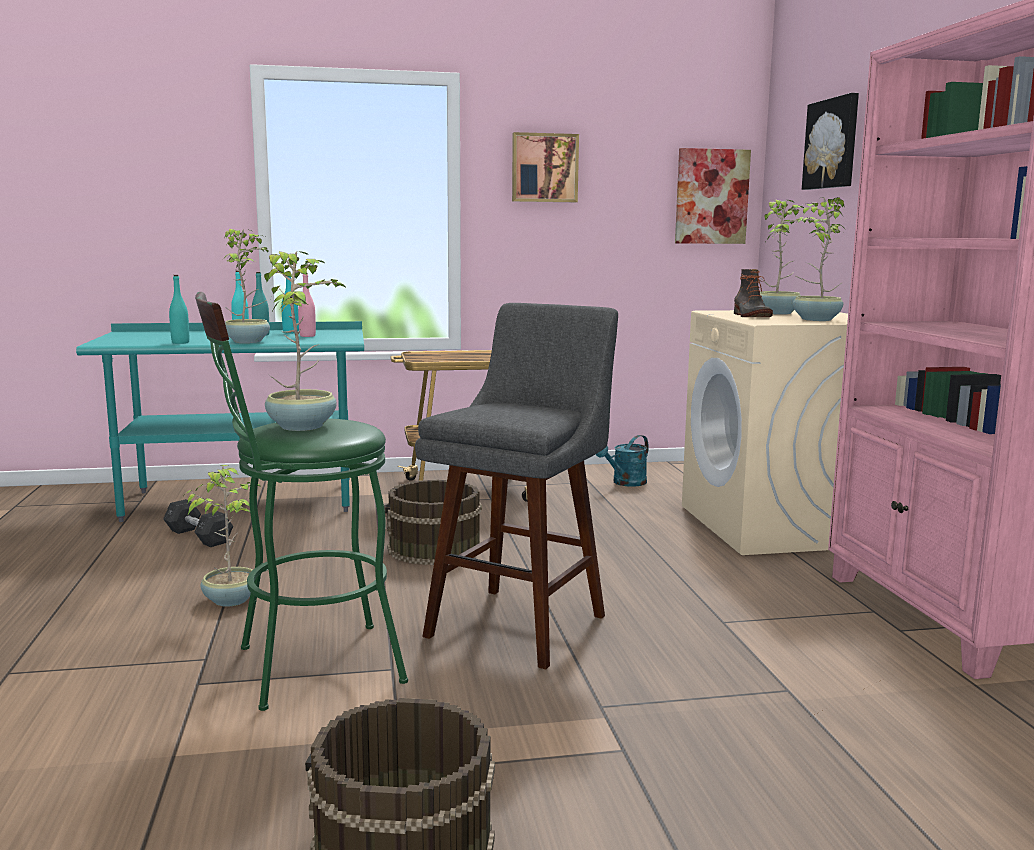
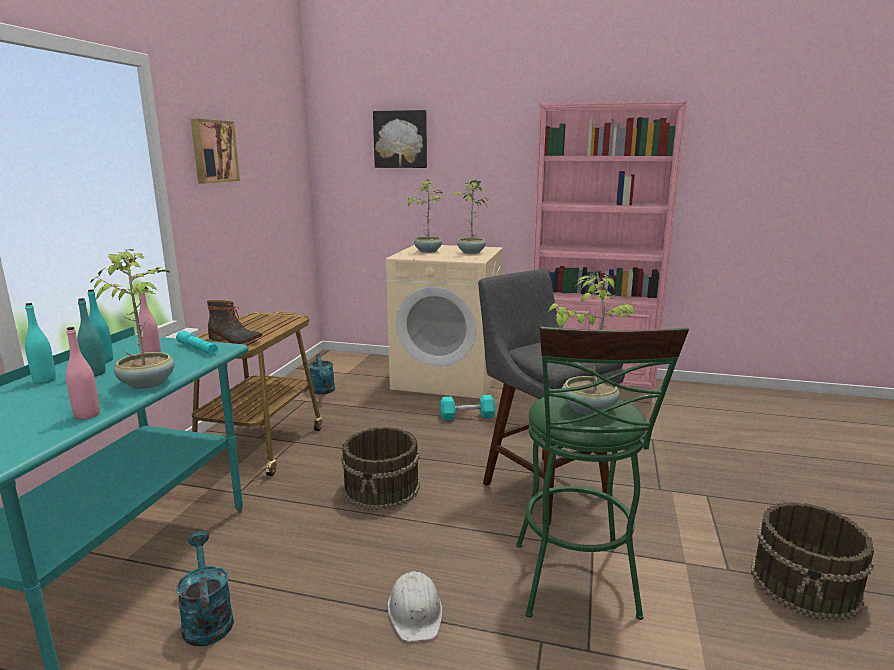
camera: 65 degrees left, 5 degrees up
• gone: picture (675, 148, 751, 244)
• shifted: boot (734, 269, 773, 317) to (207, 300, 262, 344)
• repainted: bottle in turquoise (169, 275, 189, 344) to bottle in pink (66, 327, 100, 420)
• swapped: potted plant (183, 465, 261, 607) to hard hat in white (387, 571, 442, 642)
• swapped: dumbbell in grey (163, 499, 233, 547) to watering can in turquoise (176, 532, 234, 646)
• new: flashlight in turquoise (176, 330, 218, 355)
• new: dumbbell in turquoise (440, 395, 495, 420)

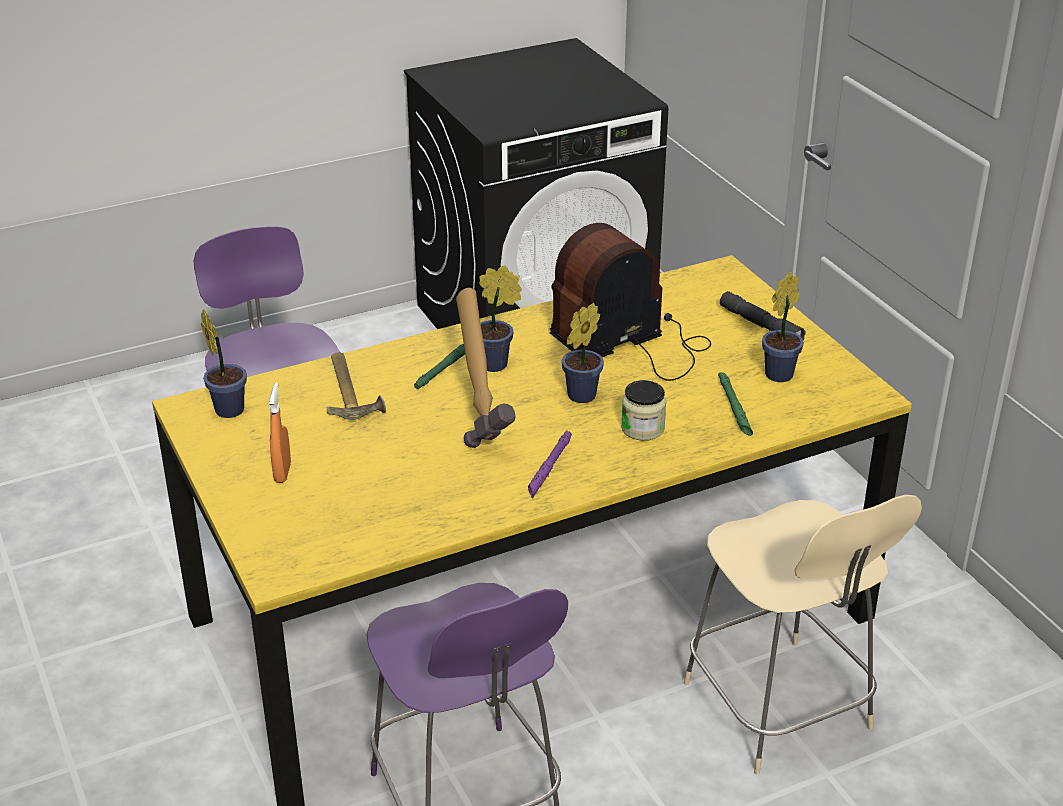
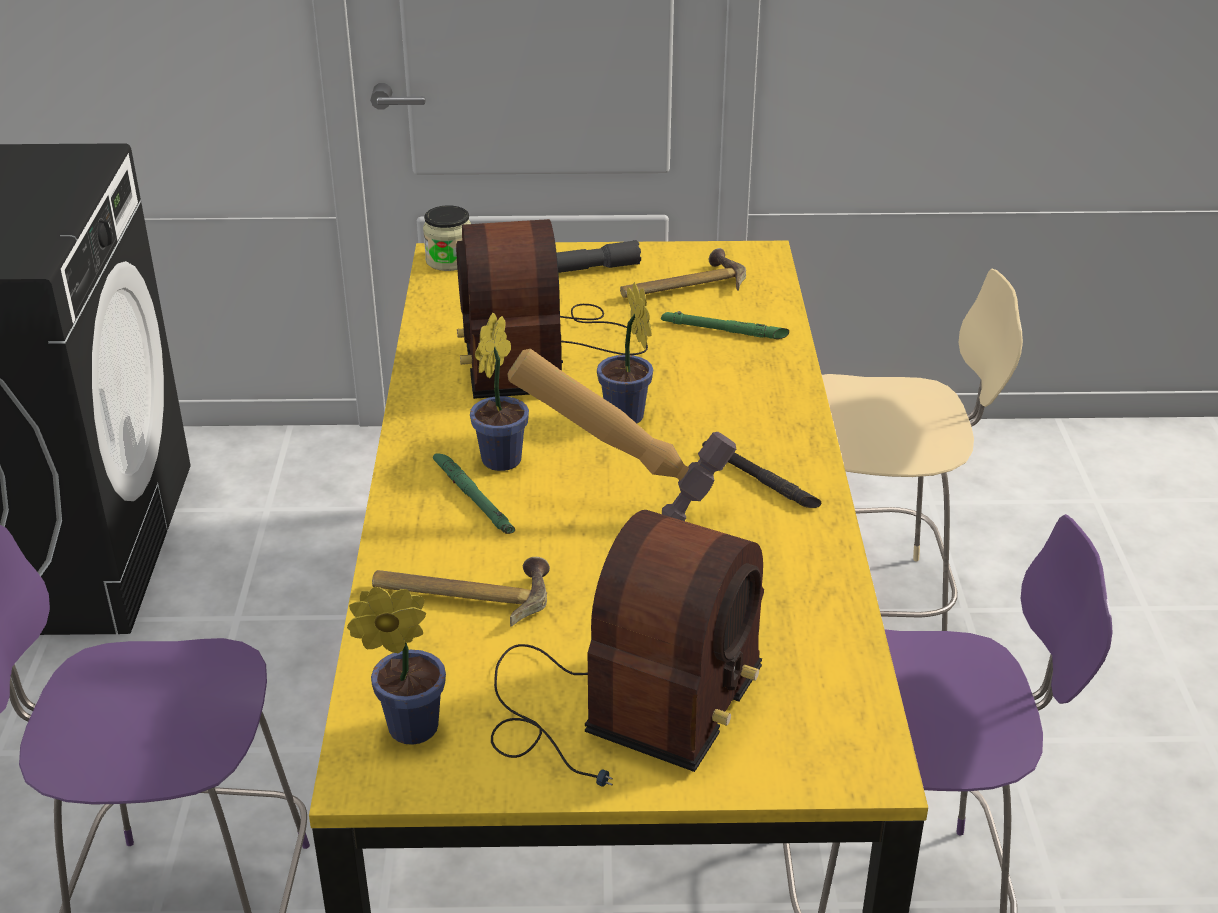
camera: 65 degrees left, 0 degrees up
• swapped: potted plant (762, 272, 804, 382) to hammer (620, 248, 746, 298)
• shifted: jar (621, 380, 666, 441) to (423, 205, 471, 271)
• swapped: spray bottle in orange (269, 383, 291, 483) to radio (491, 510, 764, 787)
• repainted: flashlight in purple (528, 430, 572, 498) to flashlight in black (702, 441, 821, 508)

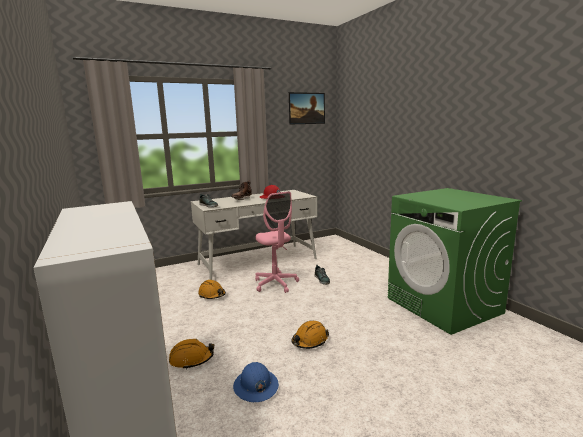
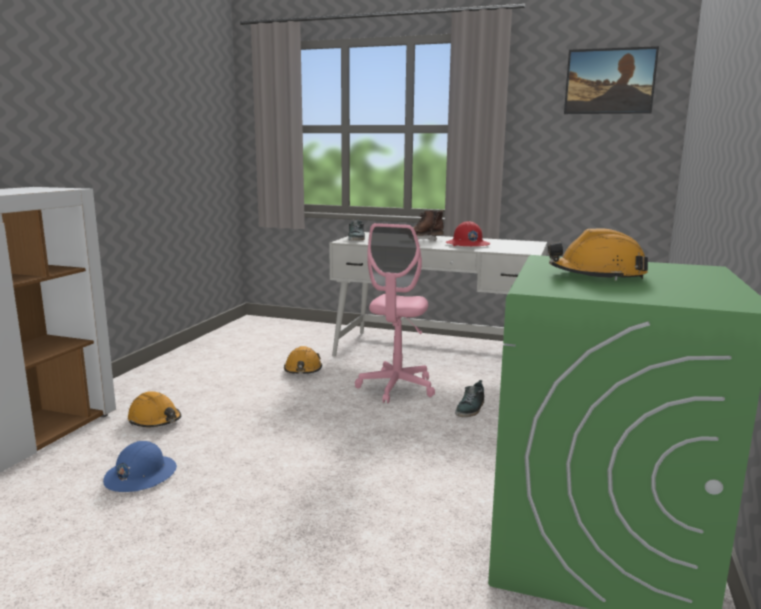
camera: 45 degrees right, 0 degrees up
• shifted: hard hat in orange (291, 321, 329, 349) to (548, 228, 648, 280)

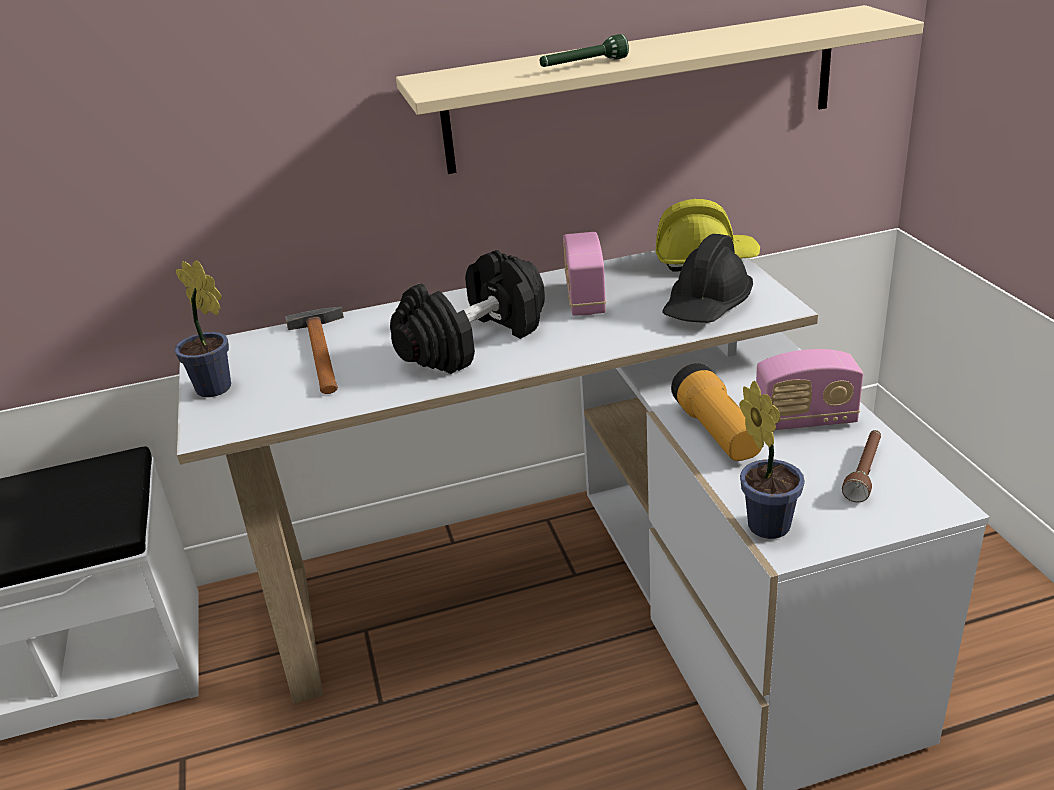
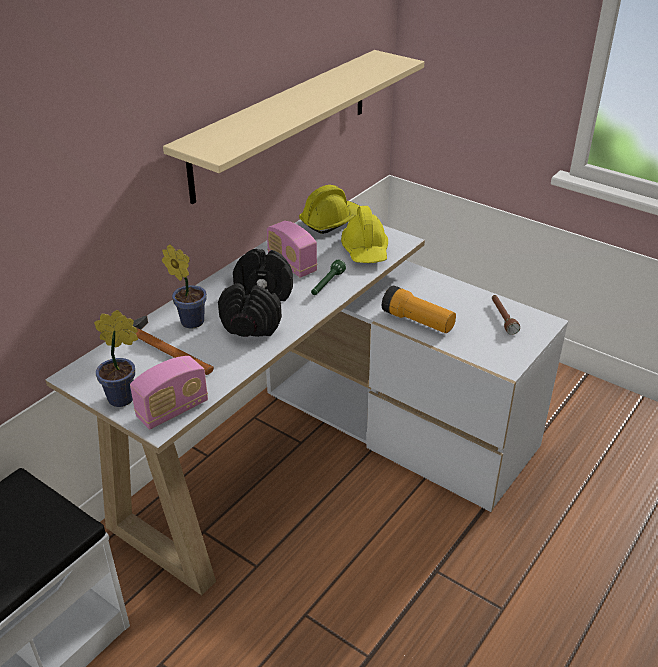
camera: 40 degrees left, 5 degrees up
• shifted: flashlight in green (540, 34, 629, 67) to (311, 259, 346, 295)
• repainted: hard hat in black (662, 234, 753, 323) to hard hat in yellow (341, 206, 388, 263)
• shifted: radio (756, 349, 863, 430) to (130, 356, 208, 429)
• shifted: potted plant (739, 381, 805, 539) to (162, 244, 207, 329)

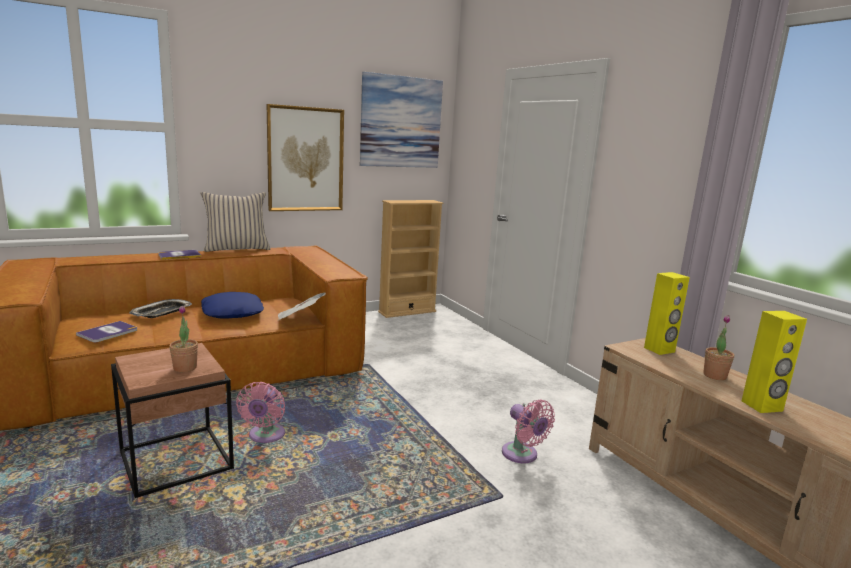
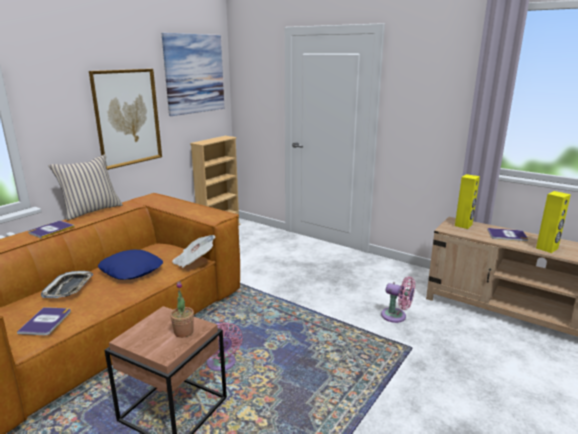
camera: 25 degrees left, 5 degrees up
• swapped: potted plant (703, 315, 734, 380) to book (487, 228, 528, 241)

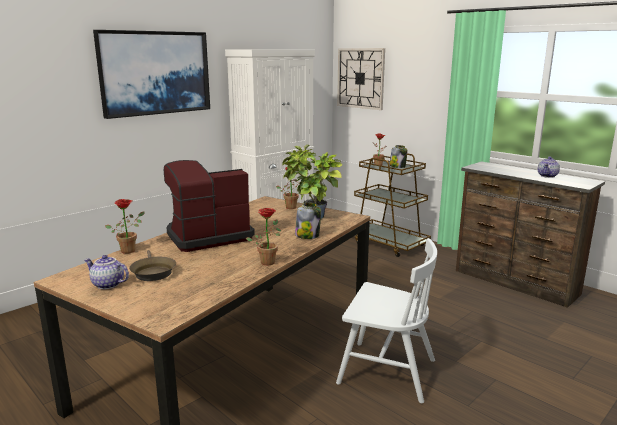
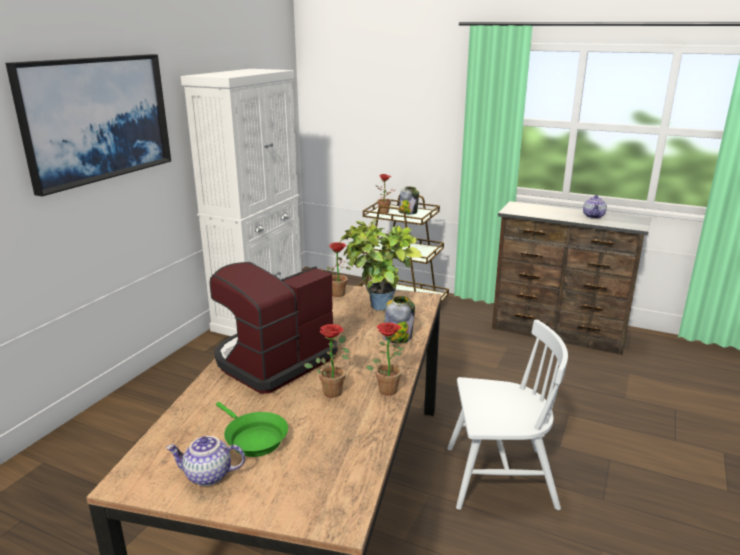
camera: 20 degrees left, 5 degrees up
• gone: wall clock (337, 48, 385, 110)
• shifted: potted plant (105, 199, 145, 254) to (304, 324, 350, 398)
• repainted: frying pan in brown (129, 250, 176, 281) to frying pan in green (216, 402, 288, 457)

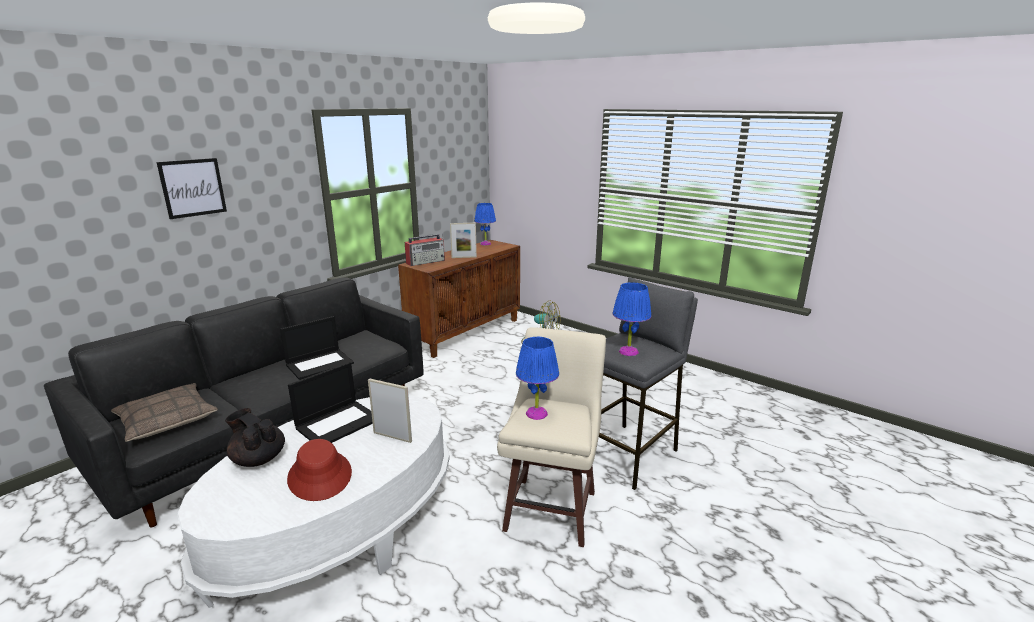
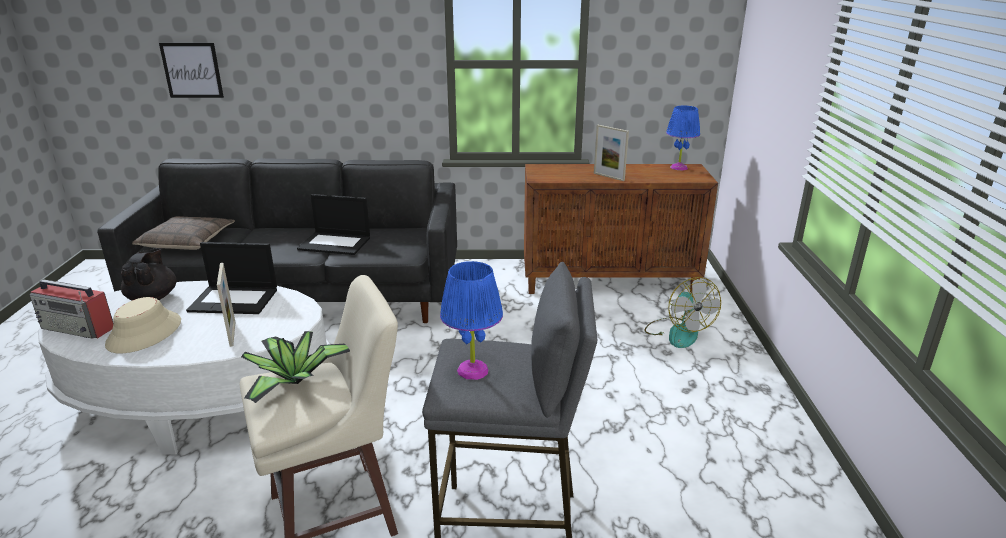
camera: 50 degrees right, 5 degrees up
• shifted: picture (157, 158, 227, 219) to (159, 43, 224, 98)
• shifted: radio (405, 234, 445, 266) to (29, 279, 113, 339)
• swapped: table lamp in blue (516, 337, 559, 420) to potted plant (241, 331, 350, 403)
• repainted: hat in red (287, 439, 352, 501) to hat in beige (105, 297, 181, 353)

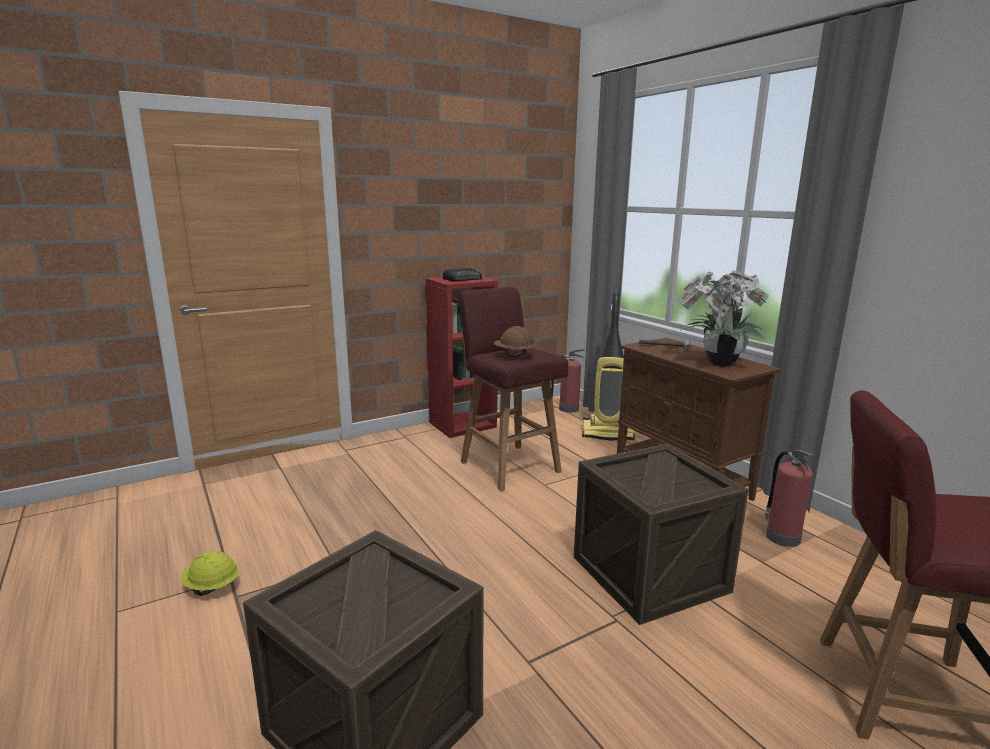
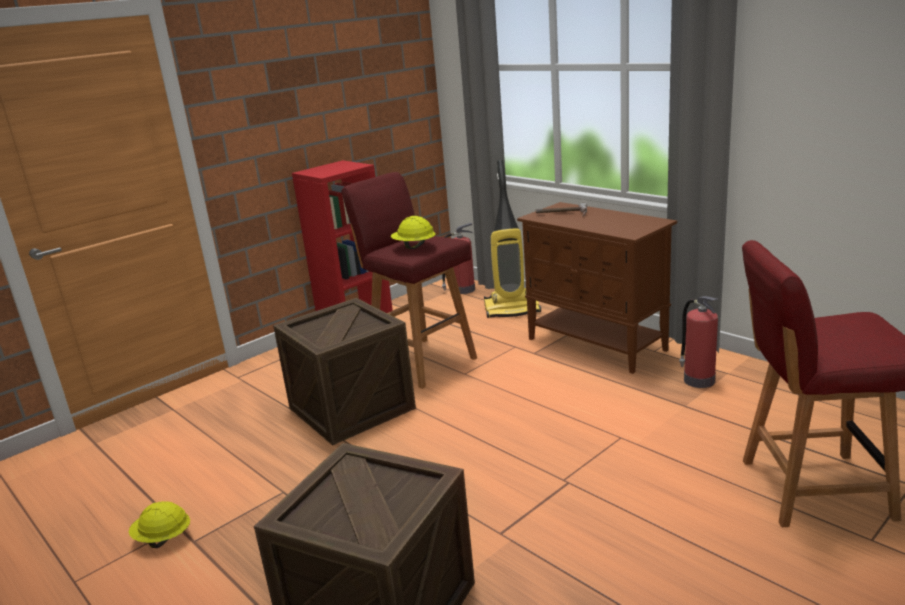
camera: 10 degrees left, 5 degrees up
• gone: radio (443, 268, 482, 281)
• gone: potted plant (677, 270, 769, 366)
• repainted: hard hat in brown (494, 326, 536, 357) to hard hat in yellow (391, 216, 436, 249)
• shifted: crate (574, 444, 749, 625) to (273, 298, 416, 445)

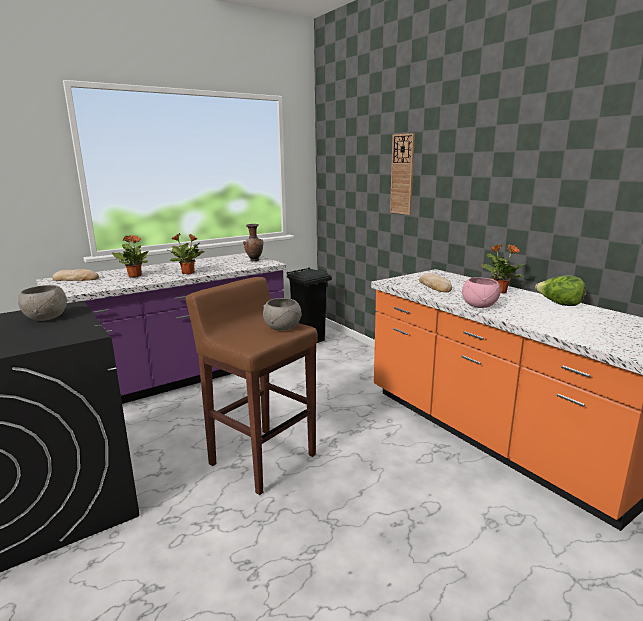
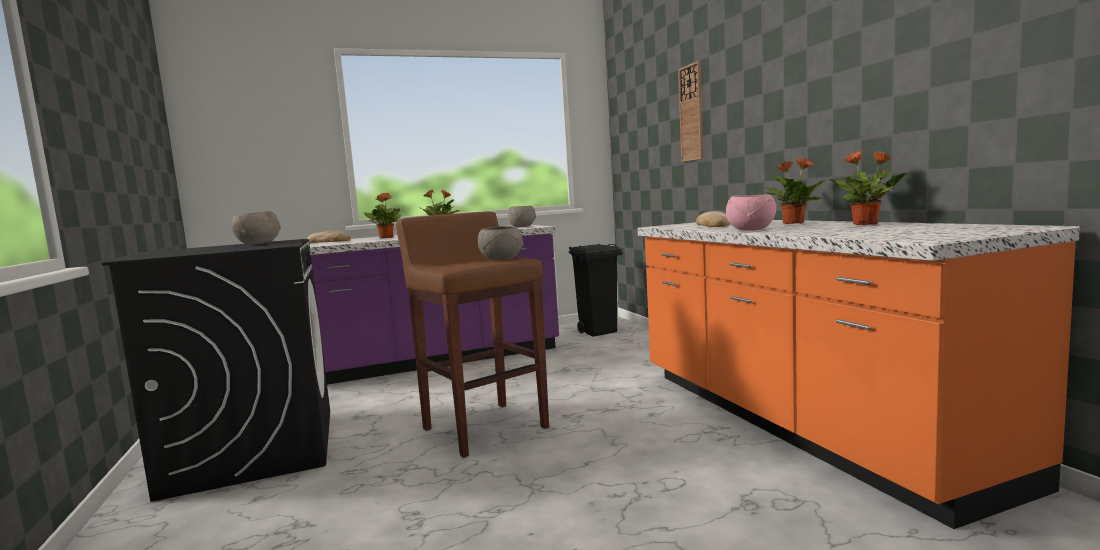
camera: 15 degrees right, 10 degrees down
• swapped: vase in brown (243, 224, 263, 261) to bowl in grey (507, 206, 536, 227)
• swapped: lettuce (535, 275, 586, 306) to potted plant (829, 151, 907, 225)

